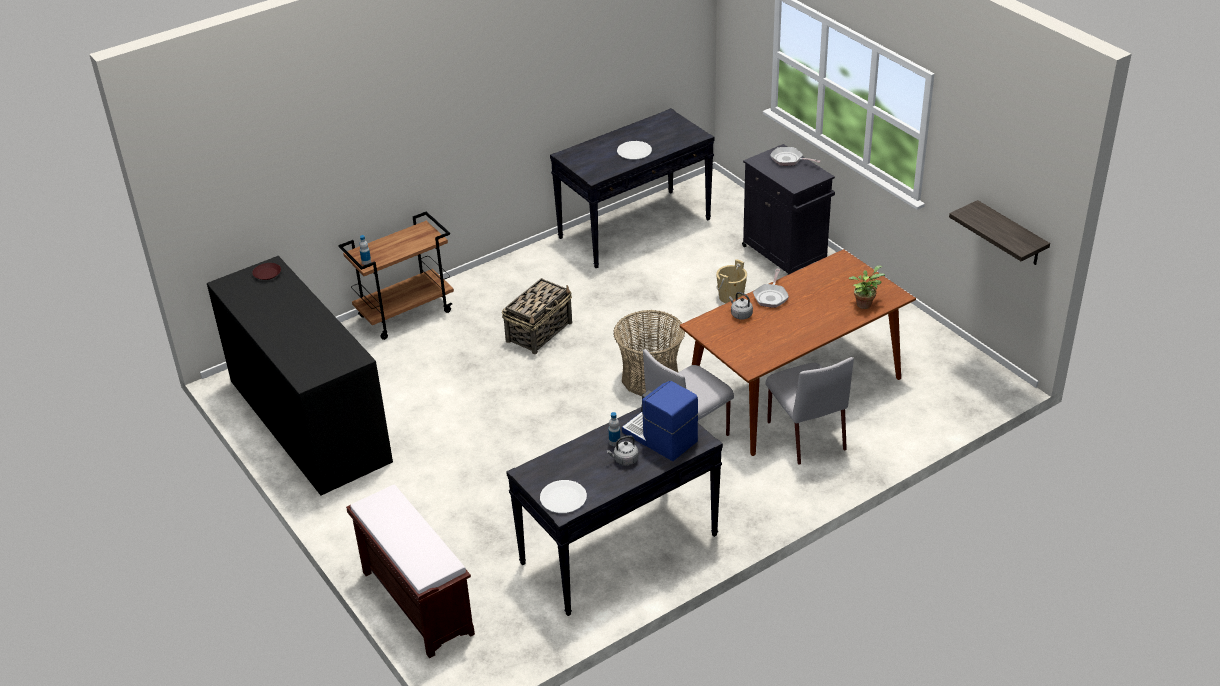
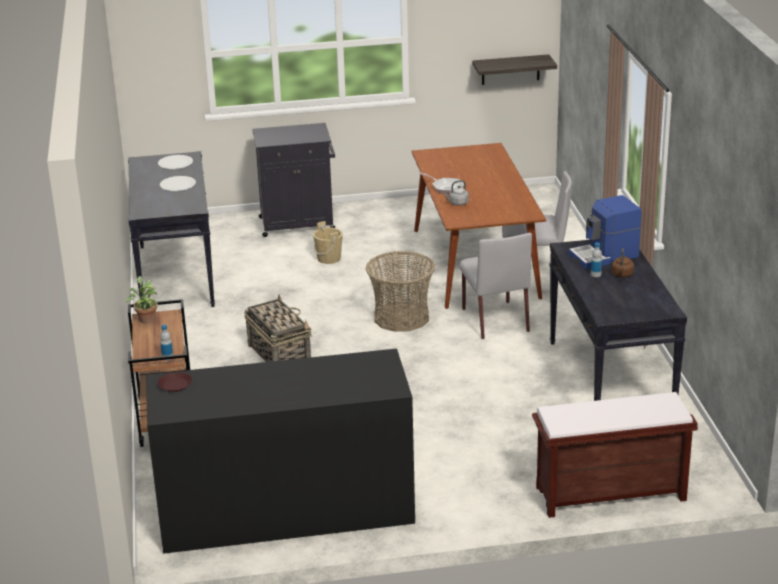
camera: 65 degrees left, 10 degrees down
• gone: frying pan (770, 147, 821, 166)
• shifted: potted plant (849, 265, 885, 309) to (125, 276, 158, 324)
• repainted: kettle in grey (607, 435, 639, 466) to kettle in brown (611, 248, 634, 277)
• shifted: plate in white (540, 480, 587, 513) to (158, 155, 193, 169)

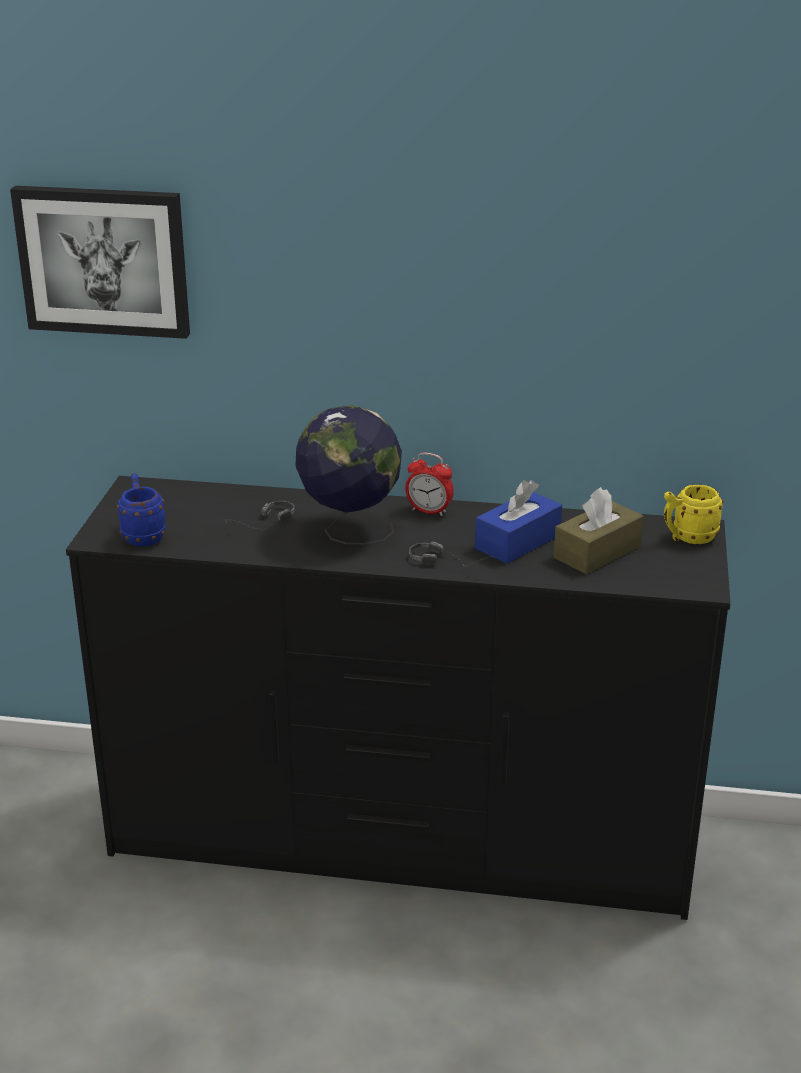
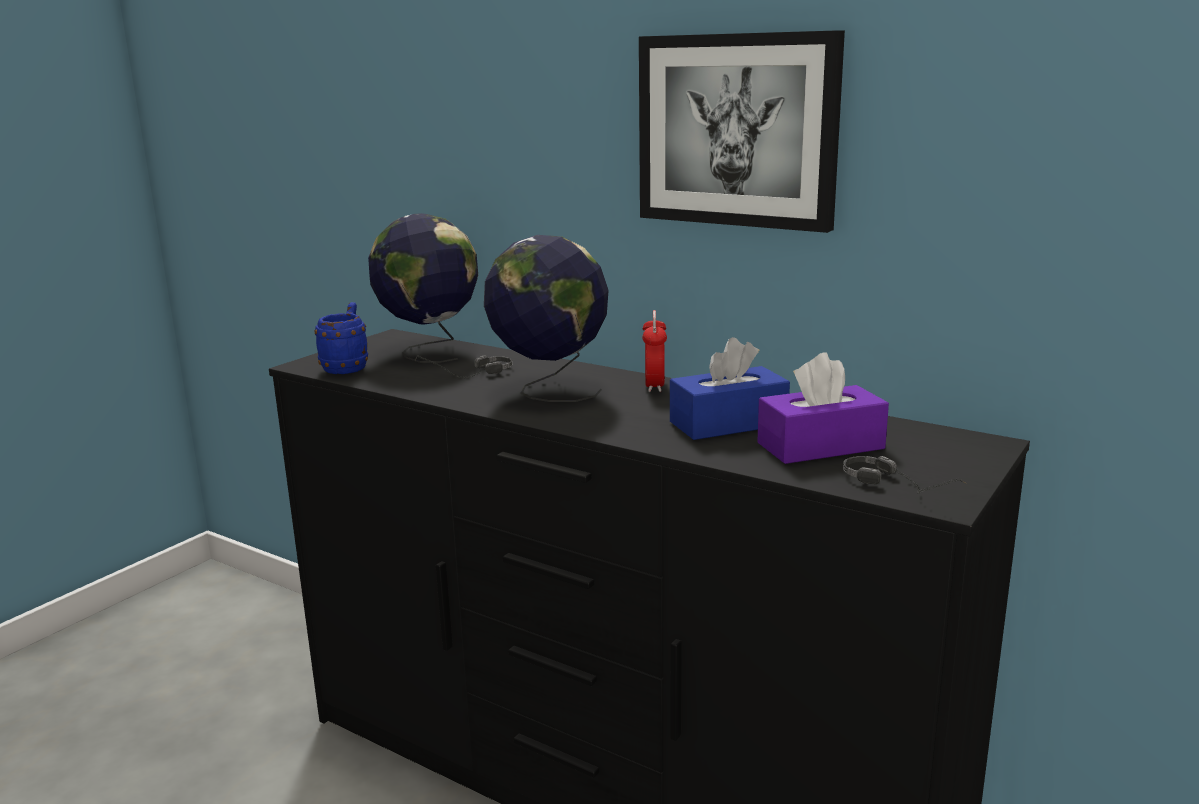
camera: 25 degrees right, 10 degrees down
• shifted: picture (10, 186, 190, 339) to (639, 30, 845, 233)
• rotated: alarm clock (405, 452, 454, 516) = (642, 310, 667, 392) 45 degrees clockwise
• gone: mug in yellow (664, 485, 723, 544)
• repainted: tissue box in brown (554, 487, 643, 574) to tissue box in purple (757, 352, 889, 464)
• shifted: headphones (409, 542, 494, 567) to (843, 456, 967, 494)
• new: globe (368, 213, 478, 363)

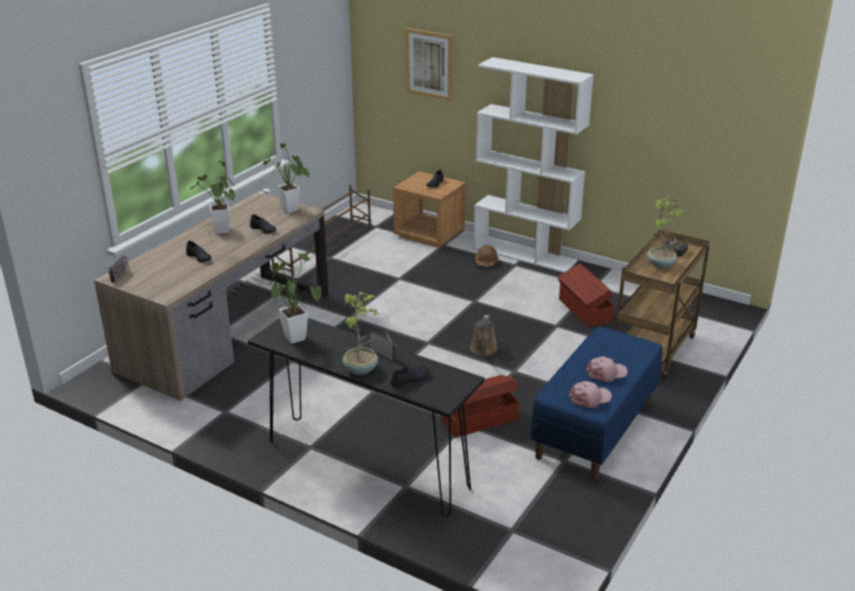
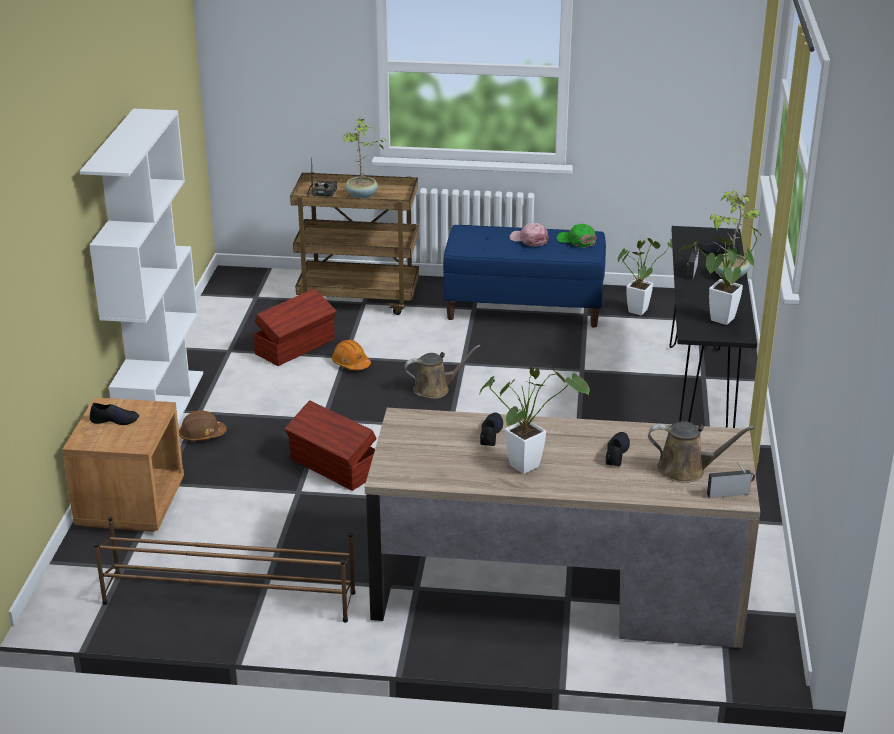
camera: 115 degrees left, 0 degrees up
• gone: picture (405, 28, 453, 101)
• shifted: potted plant (263, 143, 310, 213) to (618, 238, 672, 315)
• shifted: storage box in brown (441, 375, 519, 438) to (285, 400, 377, 491)
• repainted: cap in pink (570, 381, 612, 408) to cap in green (557, 224, 597, 248)
• new: hard hat in orange (332, 340, 371, 370)
• new: watering can in brown (648, 421, 754, 483)

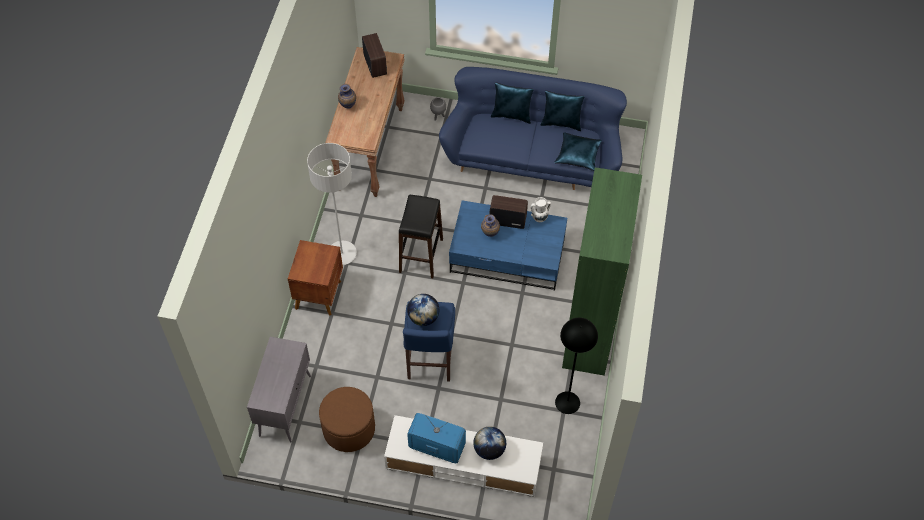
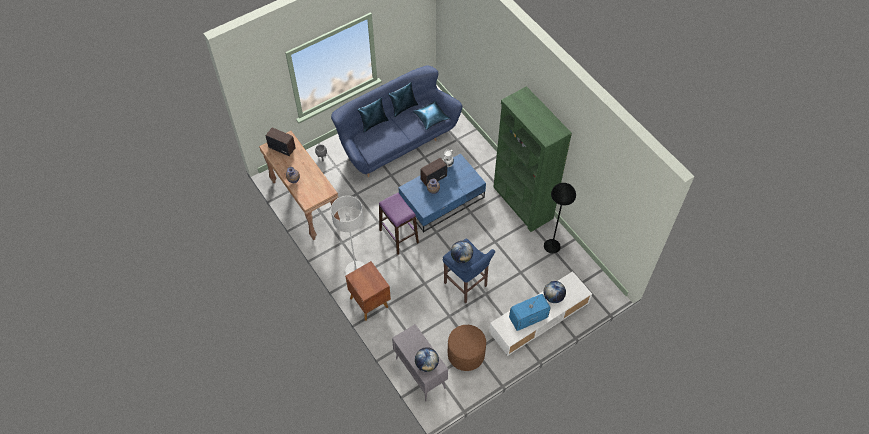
camera: 45 degrees left, 0 degrees up
• repainted: stool in black (399, 195, 443, 278) to stool in purple (379, 193, 419, 255)
• new: globe (415, 347, 439, 372)

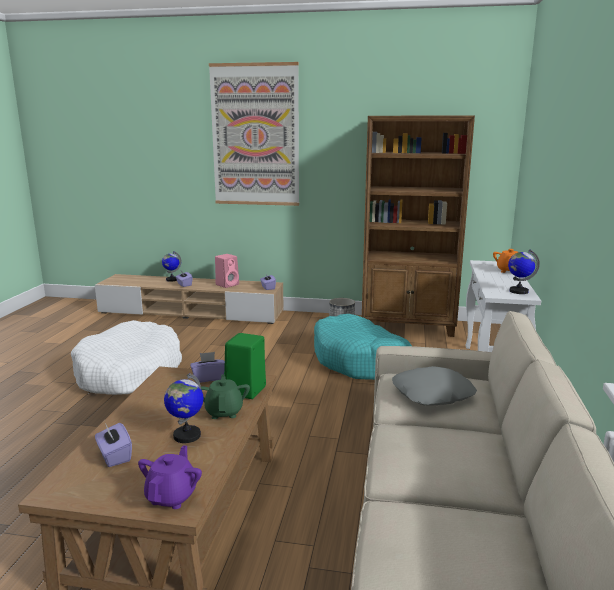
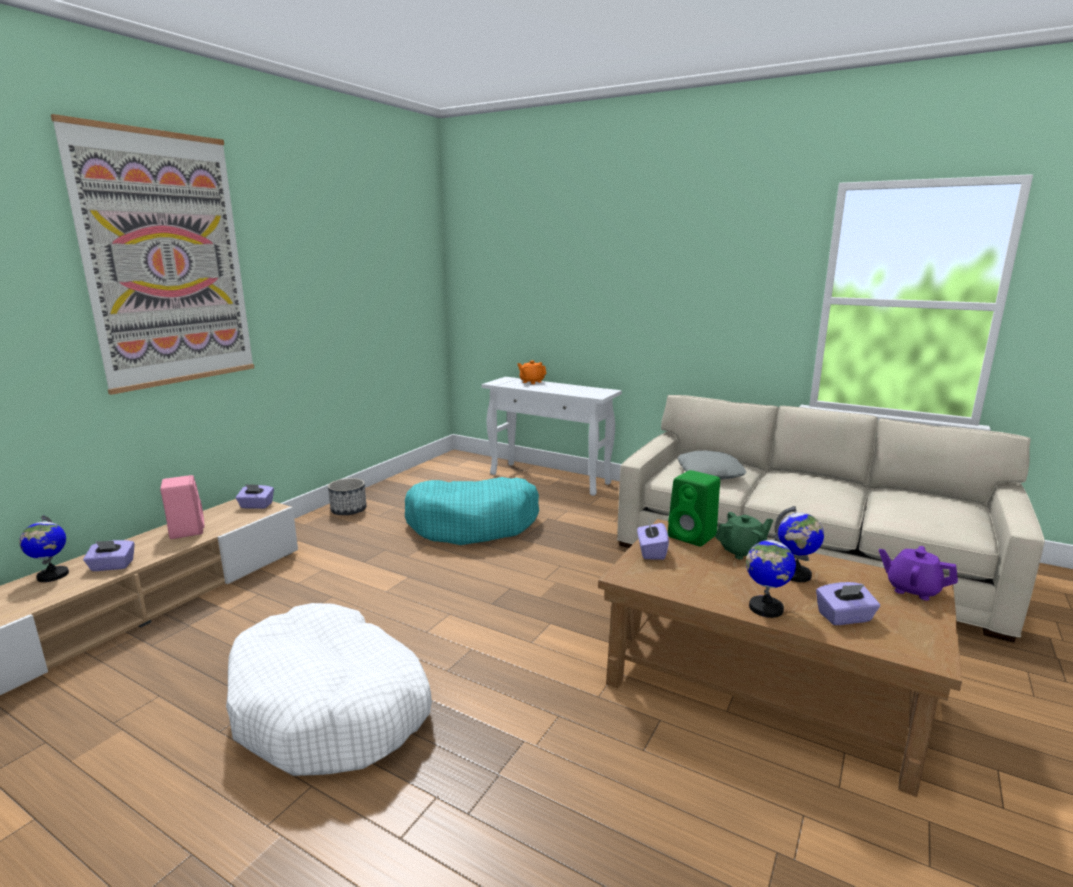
camera: 70 degrees left, 0 degrees up
• gone: bookcase in brown (362, 116, 475, 337)
• shifted: globe (508, 249, 540, 294) to (746, 533, 796, 618)
• rotated: teapot in green (201, 374, 250, 419) = (715, 512, 773, 559) 150 degrees clockwise

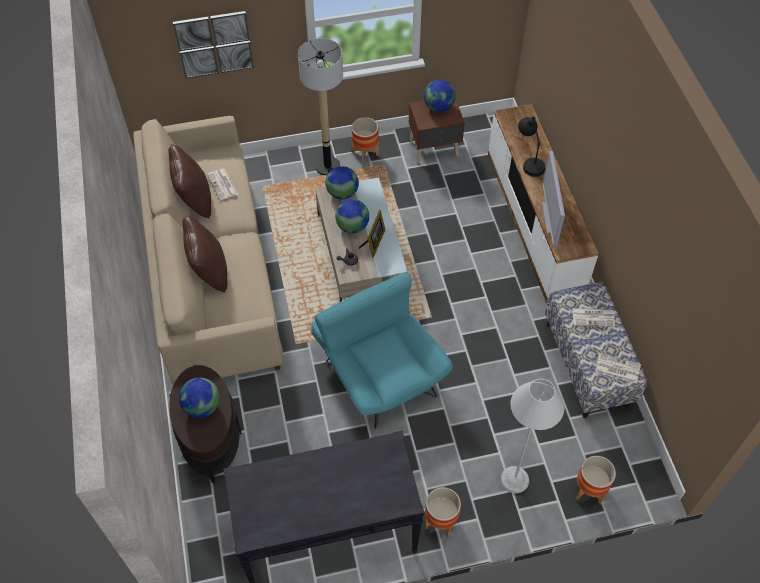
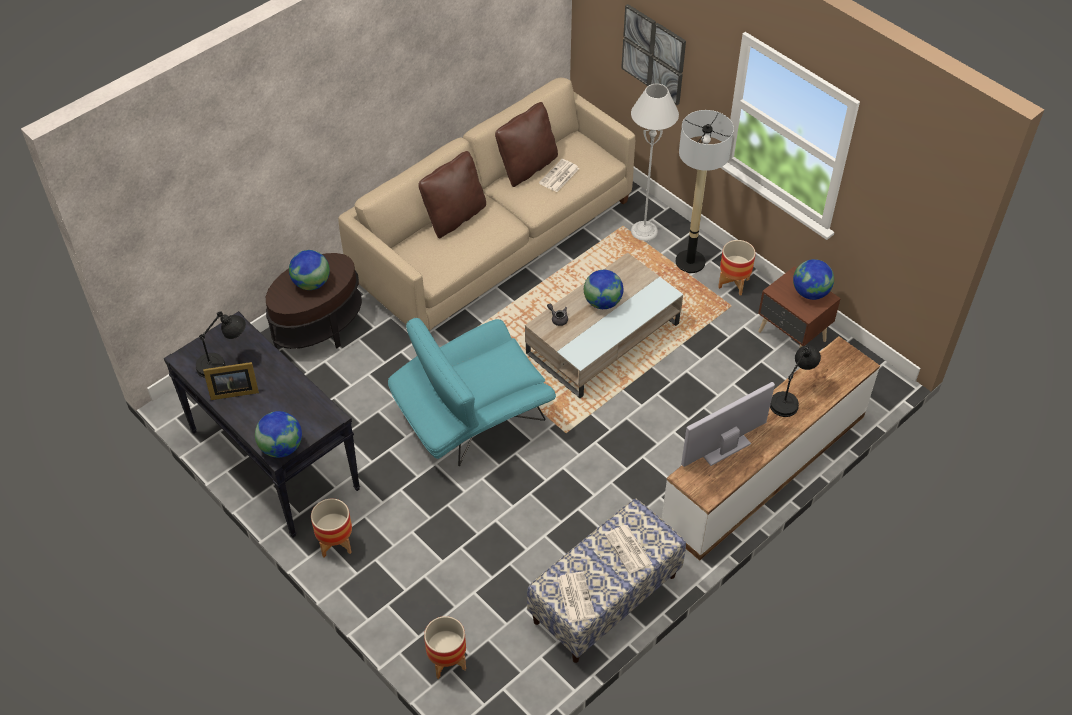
camera: 60 degrees right, 5 degrees down
• shifted: globe (325, 166, 359, 200) to (255, 411, 302, 458)
• shifted: picture frame (359, 210, 385, 257) to (203, 362, 259, 400)
• rotated: armchair in turquoise (311, 272, 453, 429) = (388, 318, 556, 466) 150 degrees counterclockwise
• shifted: floor lamp in grey (501, 379, 564, 493) to (631, 84, 679, 241)
• new: table lamp in black (196, 311, 246, 378)

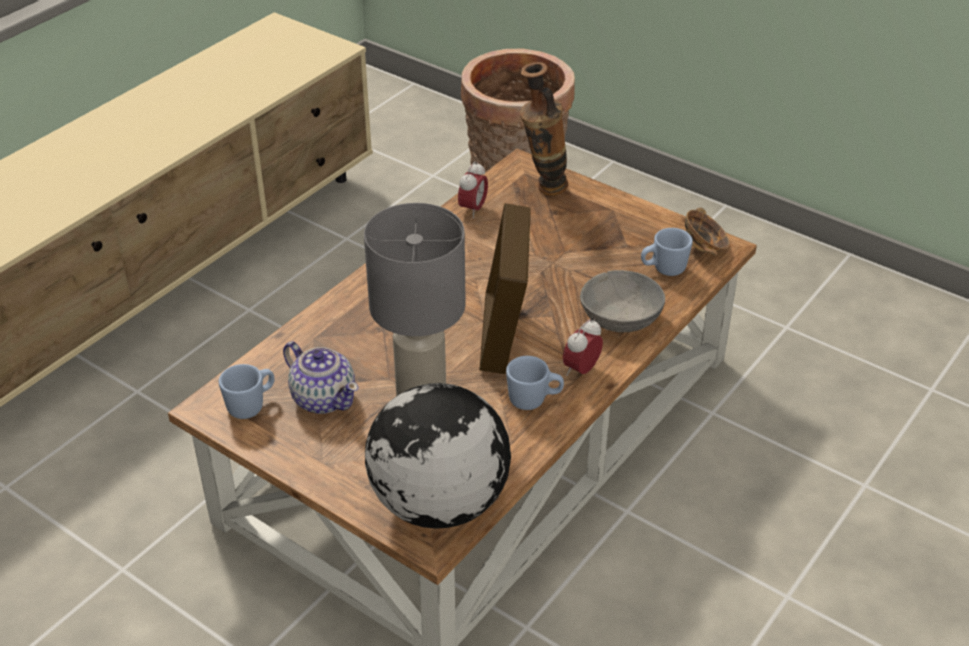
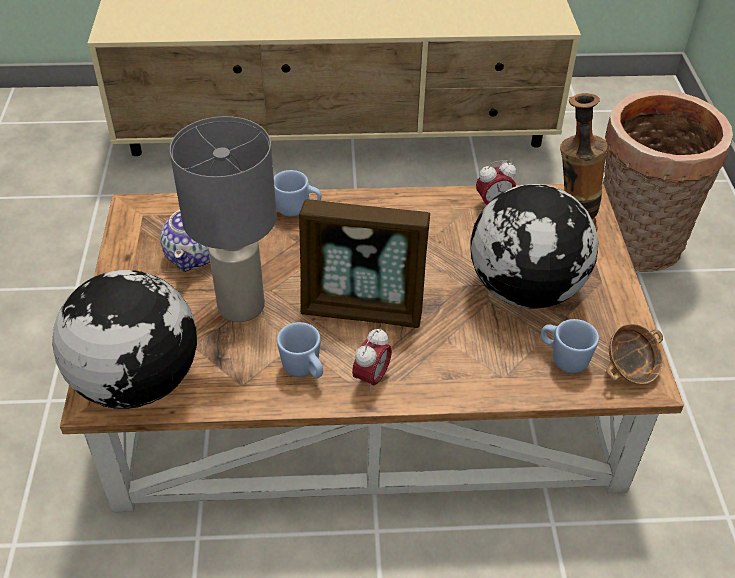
camera: 50 degrees right, 5 degrees up
• rotated: picture frame (479, 203, 531, 374) = (299, 199, 430, 328) 135 degrees counterclockwise
• gone: bowl in grey (580, 270, 665, 332)
• rotated: alarm clock (563, 319, 603, 376) = (352, 328, 392, 393) 120 degrees clockwise
• shifted: mug in blue (219, 364, 274, 419) to (274, 170, 321, 217)
• new: globe (470, 184, 598, 309)

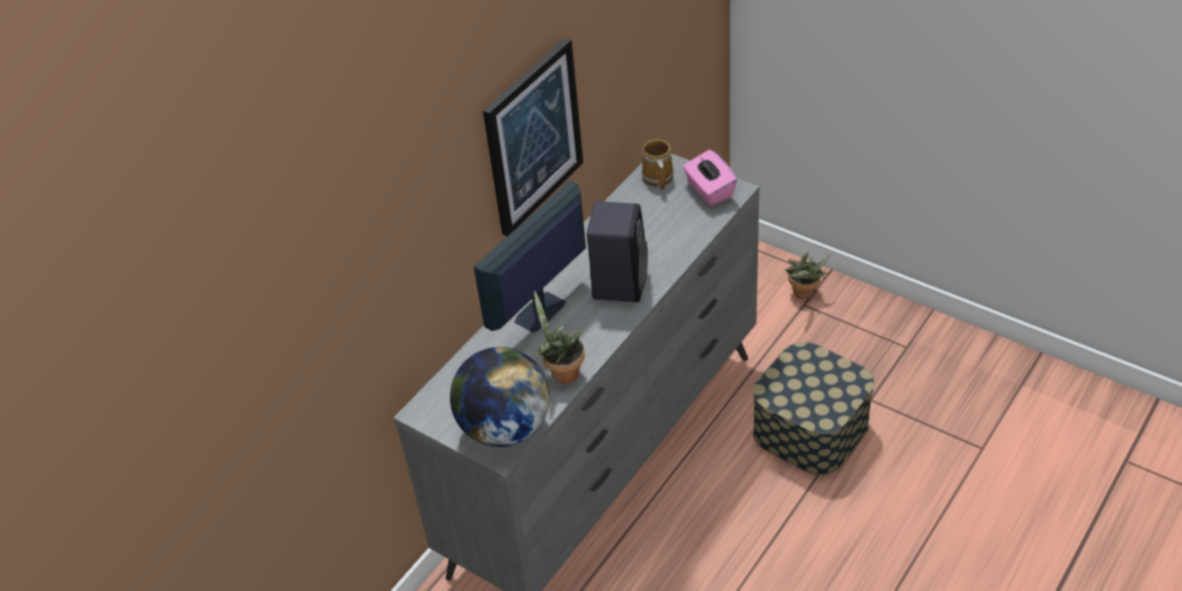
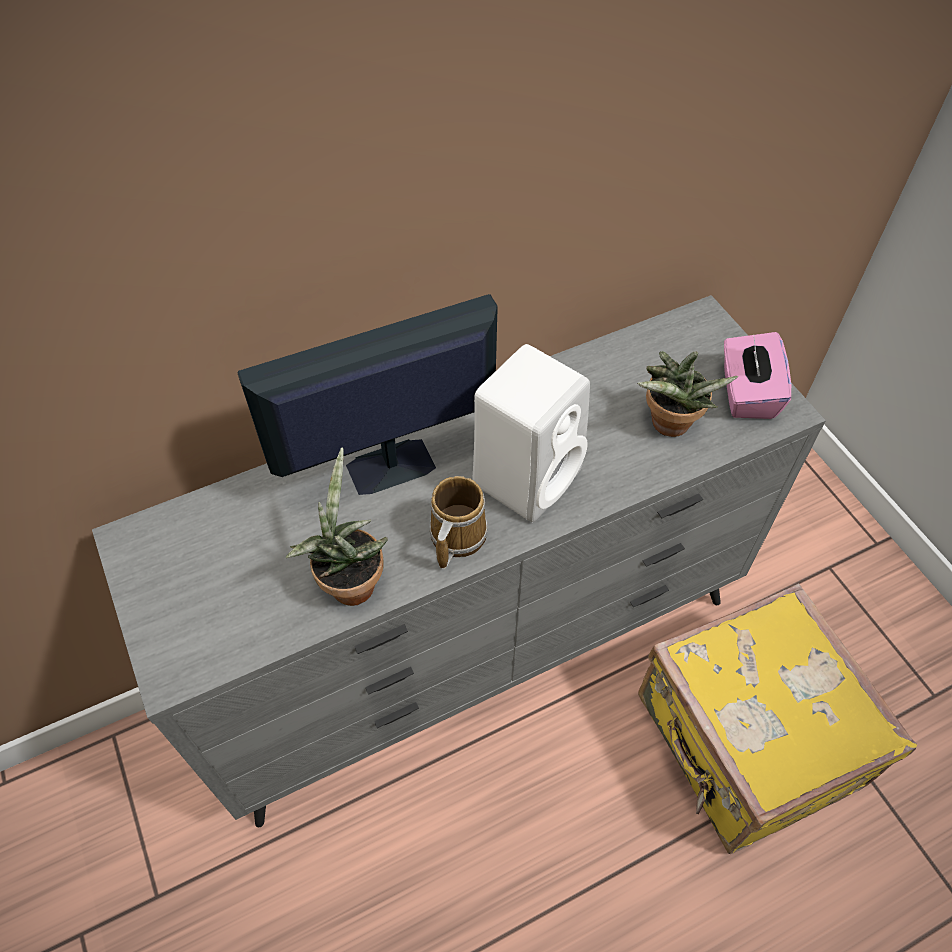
camera: 25 degrees right, 10 degrees up
• gone: picture (483, 38, 583, 236)
• shifted: mug (641, 139, 674, 190) to (429, 476, 488, 569)
• repainted: speaker in black (587, 201, 648, 302) to speaker in white (473, 344, 590, 522)
• shifted: potted plant (785, 252, 830, 299) to (637, 351, 739, 437)
• swapped: storage box (753, 342, 874, 475) to suitcase in yellow (638, 583, 917, 854)
• gone: globe (450, 347, 550, 447)

